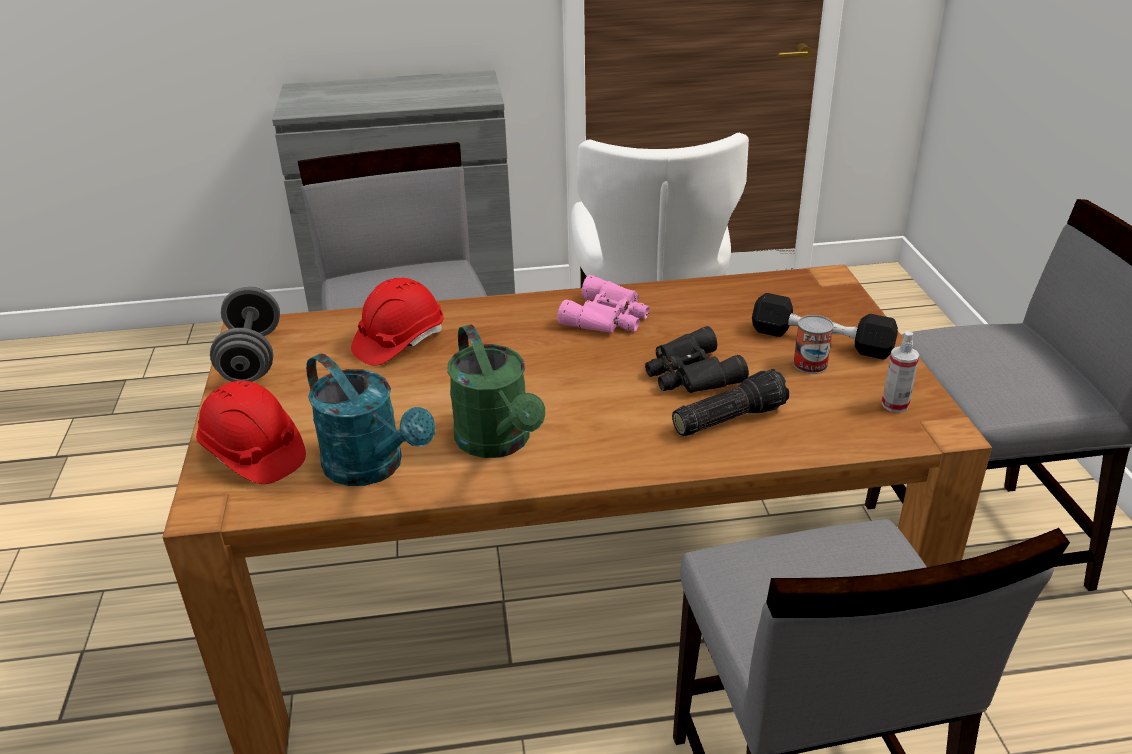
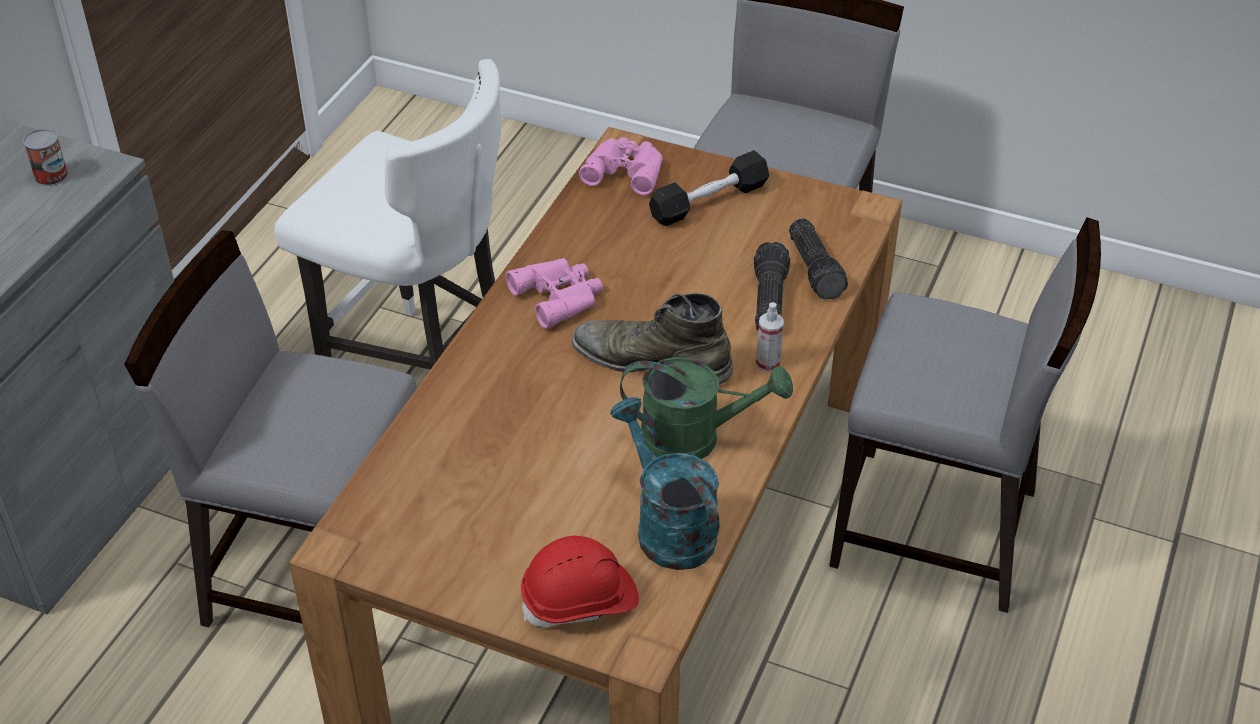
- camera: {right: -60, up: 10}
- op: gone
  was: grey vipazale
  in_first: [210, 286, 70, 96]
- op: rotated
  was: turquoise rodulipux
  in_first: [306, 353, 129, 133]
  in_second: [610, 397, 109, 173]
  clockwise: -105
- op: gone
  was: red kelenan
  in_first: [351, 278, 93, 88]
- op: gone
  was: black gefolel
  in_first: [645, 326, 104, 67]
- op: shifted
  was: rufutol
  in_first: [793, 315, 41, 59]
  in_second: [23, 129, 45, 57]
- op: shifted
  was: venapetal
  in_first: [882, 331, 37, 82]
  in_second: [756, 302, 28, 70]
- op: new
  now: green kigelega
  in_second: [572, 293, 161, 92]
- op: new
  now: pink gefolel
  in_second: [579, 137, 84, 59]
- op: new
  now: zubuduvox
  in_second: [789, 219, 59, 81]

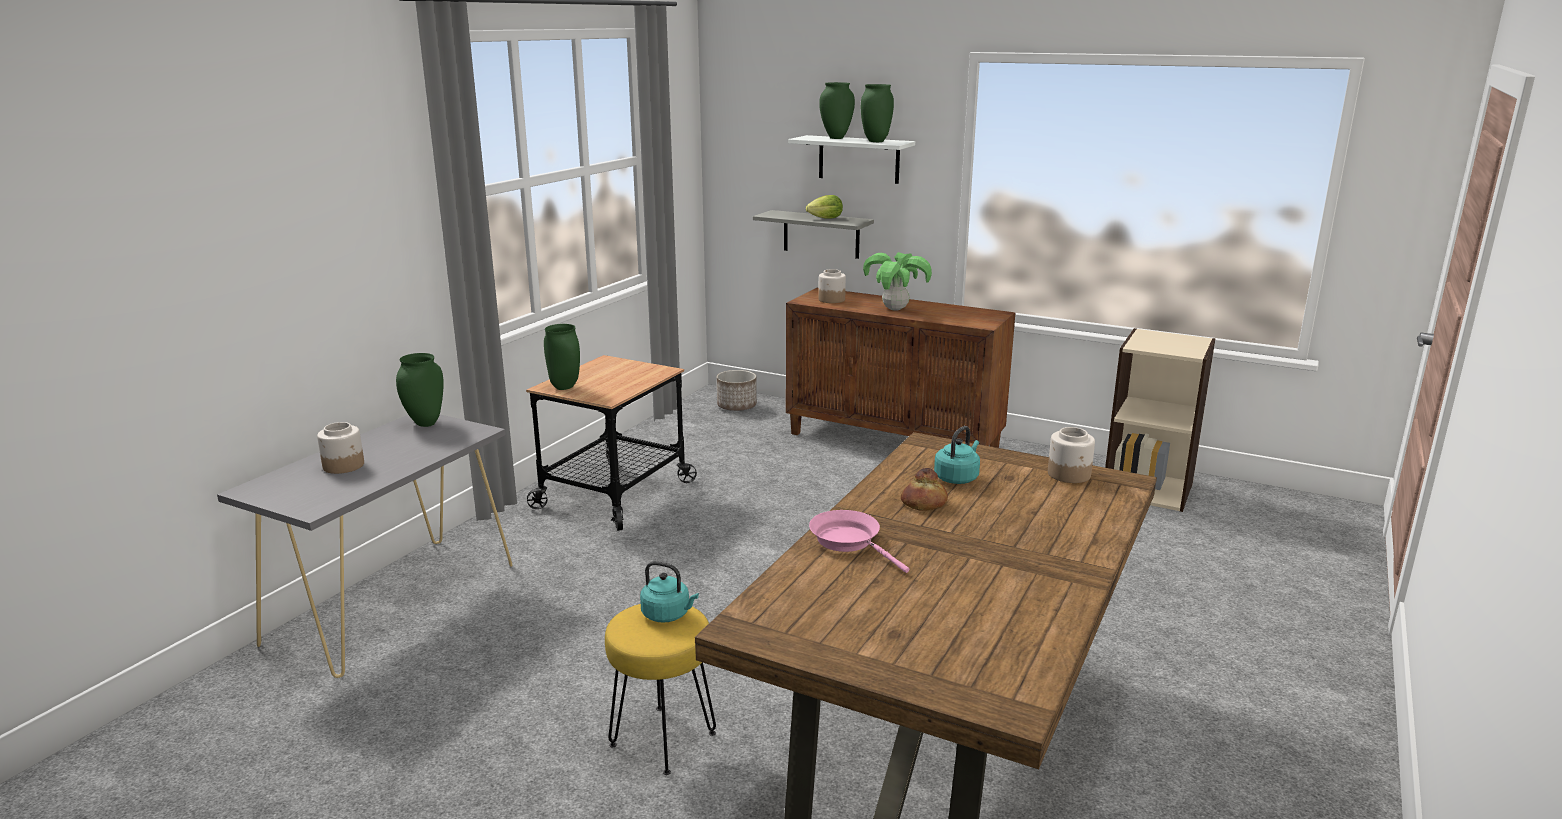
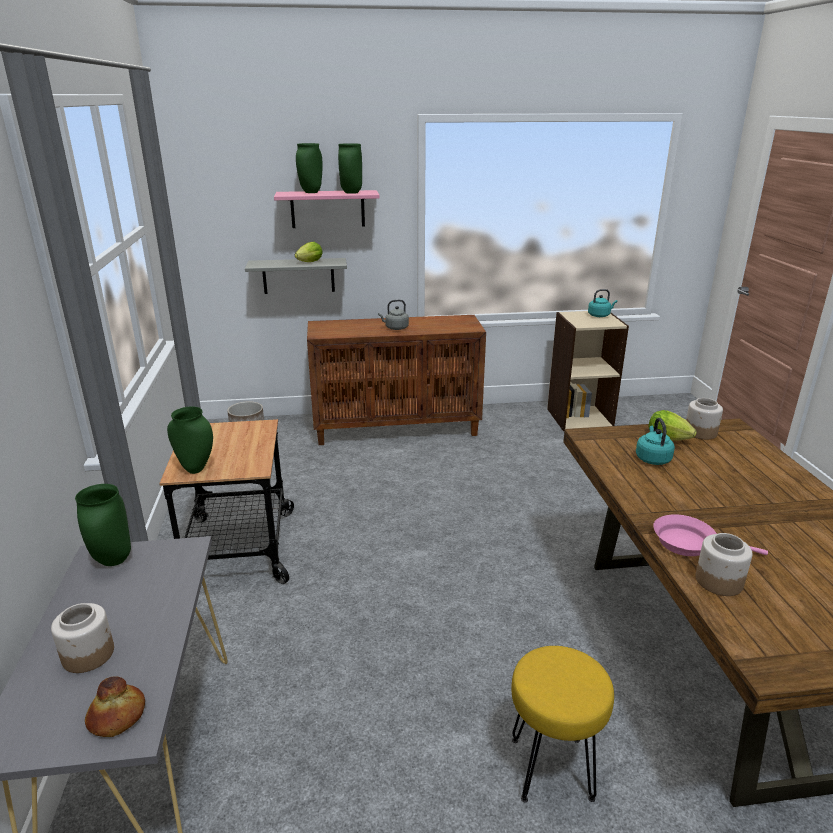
- camera: {right: -35, up: 5}
- op: shifted
  was: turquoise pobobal
  in_first: [640, 561, 59, 62]
  in_second: [588, 289, 29, 28]
- op: repainted
  was: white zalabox
  now: pink zalabox
  in_first: [788, 135, 127, 49]
  in_second: [274, 190, 106, 38]
- op: shifted
  was: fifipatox
  in_first: [818, 269, 28, 34]
  in_second: [695, 533, 57, 63]
- op: swapped
  was: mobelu
  now: grey pobobal
  in_first: [863, 252, 69, 59]
  in_second: [378, 300, 31, 30]
- op: shifted
  was: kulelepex
  in_first: [901, 468, 47, 43]
  in_second: [85, 676, 60, 61]
- op: new
  now: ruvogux
  in_second: [648, 410, 49, 31]

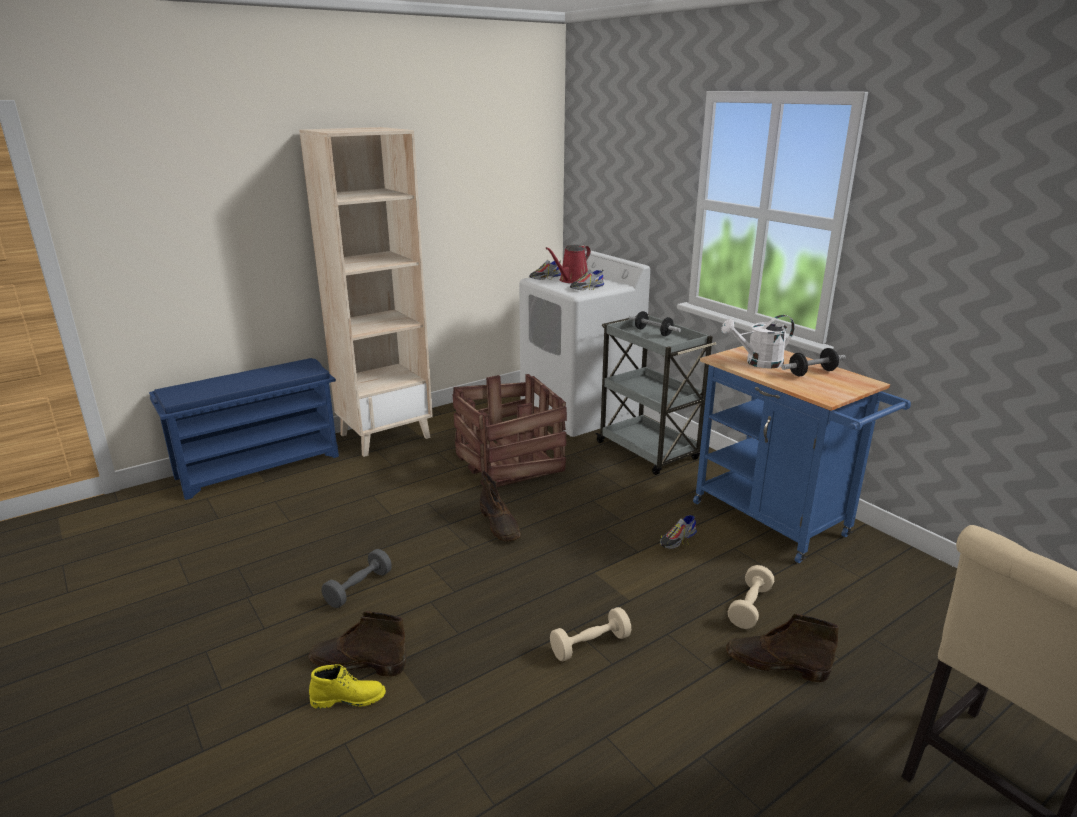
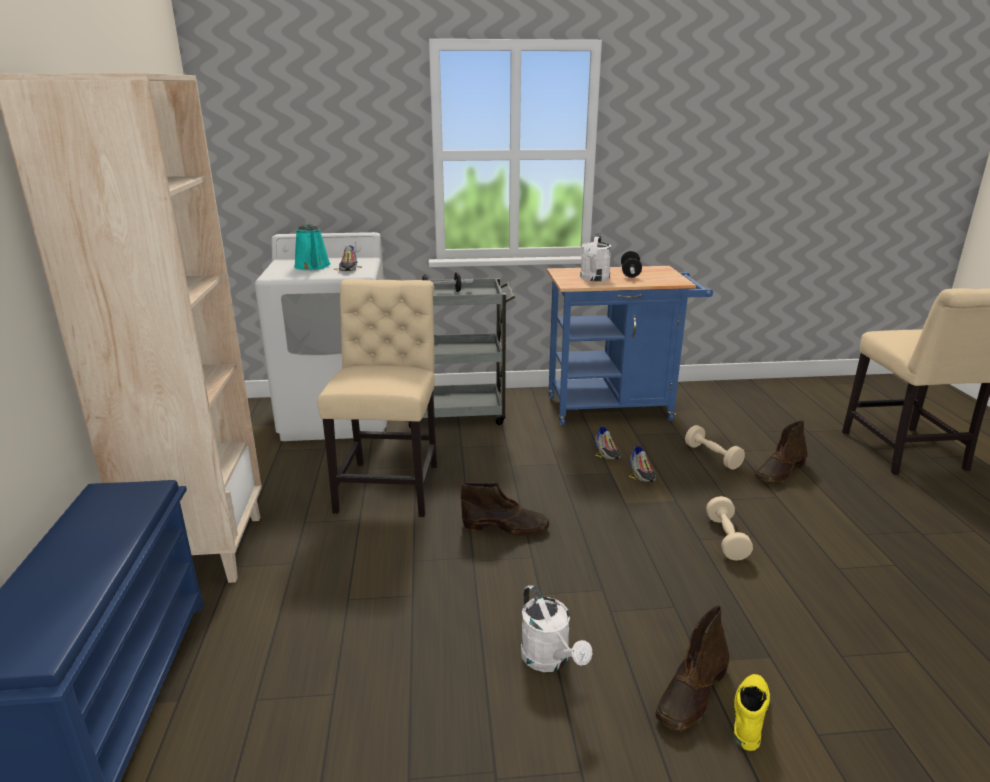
- camera: {right: -60, up: 0}
- op: swapped
  was: grey vipazale
  now: white rodulipux
  in_first: [322, 549, 70, 59]
  in_second: [521, 585, 71, 87]
- op: swapped
  was: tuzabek
  now: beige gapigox
  in_first: [452, 374, 115, 113]
  in_second: [317, 279, 120, 238]
- op: shifted
  was: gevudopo
  in_first: [529, 260, 32, 20]
  in_second: [629, 444, 27, 38]
- op: repainted
  was: red rodulipux
  now: turquoise rodulipux
  in_first: [546, 245, 45, 38]
  in_second: [294, 224, 37, 46]

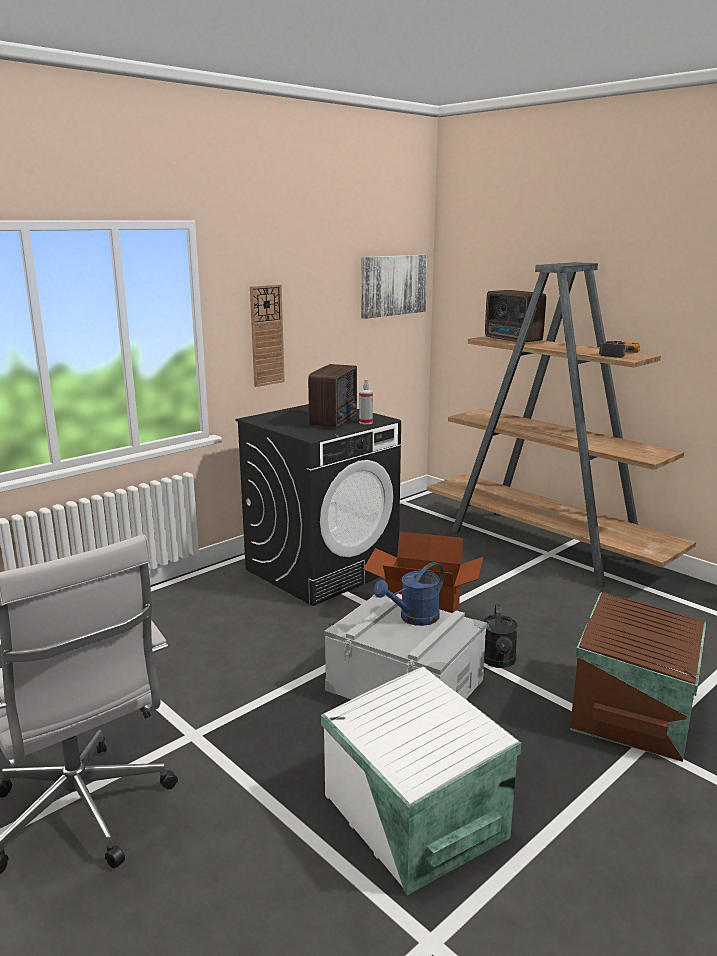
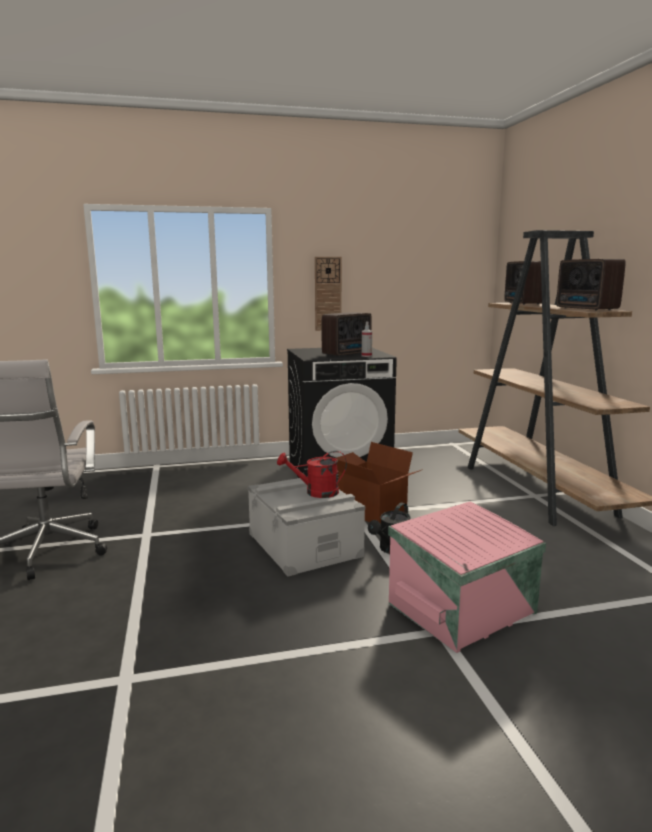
- camera: {right: 30, up: -5}
- op: gone
  was: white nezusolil
  in_first: [321, 666, 200, 229]
- op: gone
  was: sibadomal
  in_first: [361, 254, 66, 65]
- op: repainted
  was: blue rodulipux
  now: red rodulipux
  in_first: [374, 562, 70, 64]
  in_second: [277, 451, 70, 47]
- op: repainted
  was: brown nezusolil
  now: pink nezusolil
  in_first: [570, 592, 136, 170]
  in_second: [388, 501, 158, 152]
- op: swapped
  was: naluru
  now: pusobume
  in_first: [599, 341, 41, 17]
  in_second: [556, 259, 70, 52]

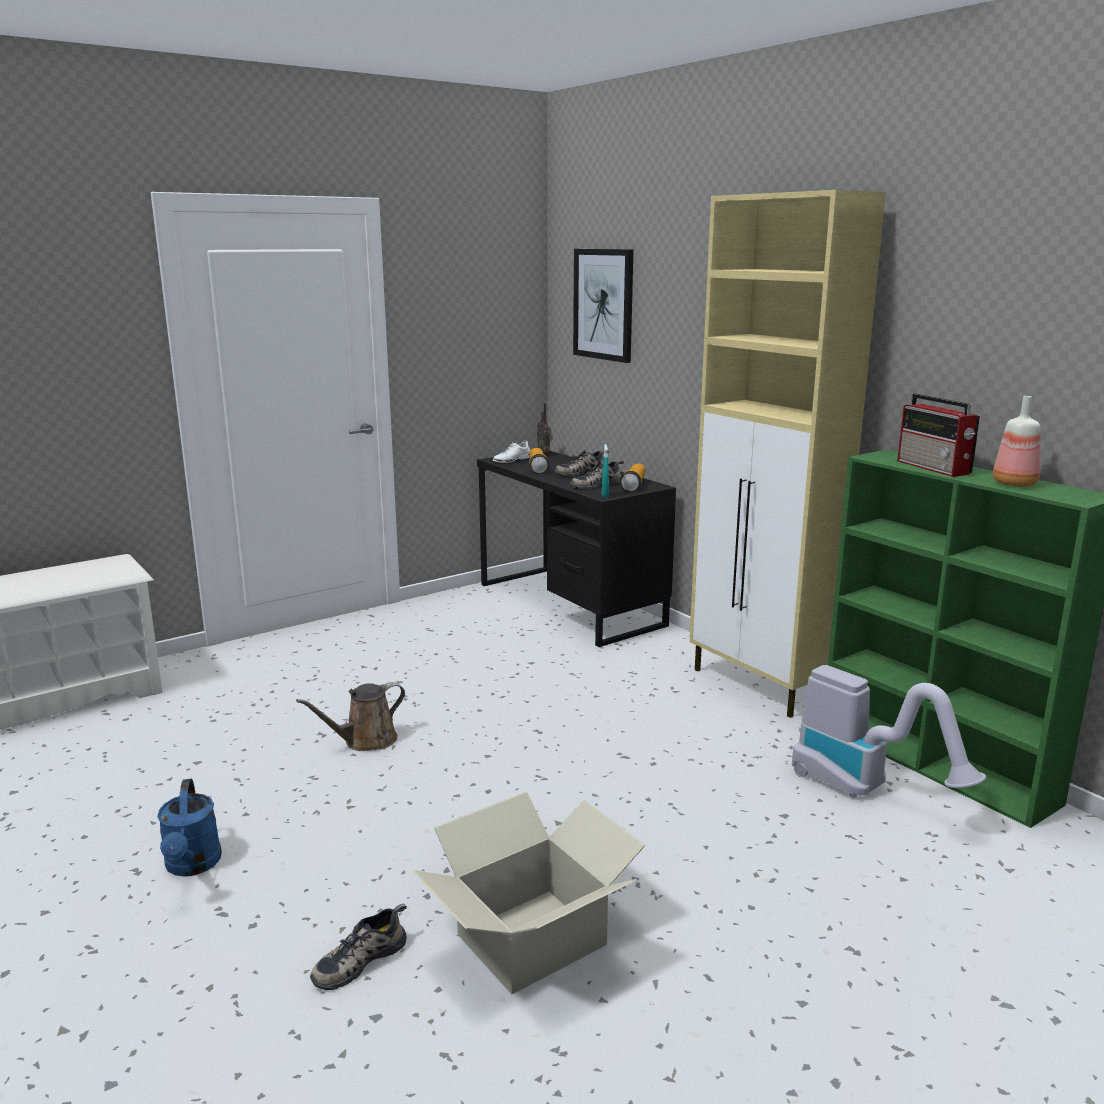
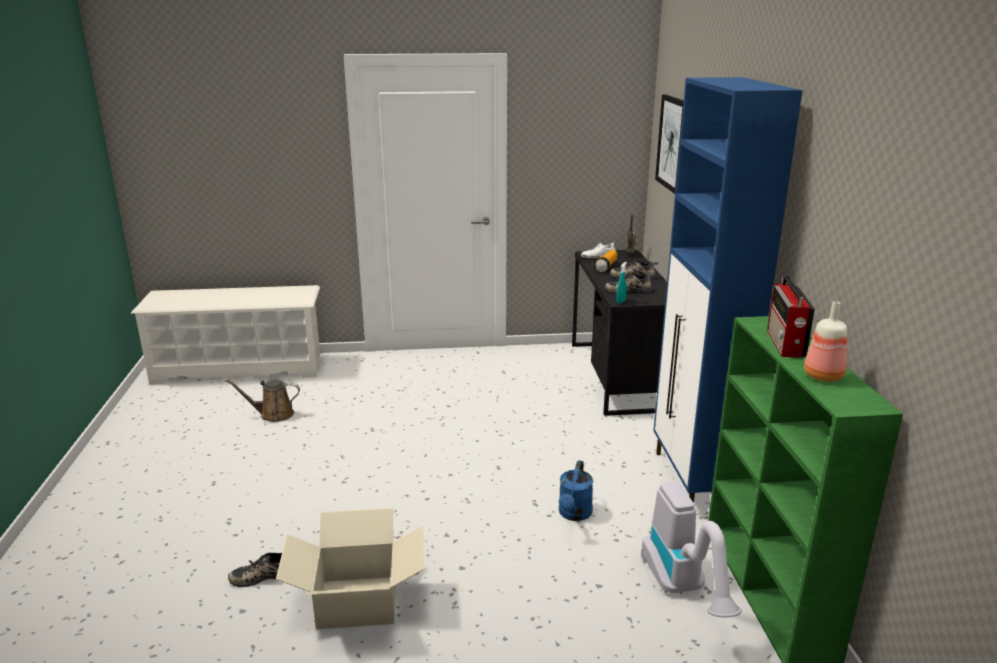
- camera: {right: 30, up: 5}
- op: shifted
  was: blue rodulipux
  in_first: [157, 779, 65, 98]
  in_second: [559, 460, 34, 61]
- op: shifted
  was: brown rodulipux
  in_first: [296, 682, 109, 69]
  in_second: [225, 380, 75, 42]
- op: gone
  was: zubuduvox
  in_first: [620, 464, 25, 28]
- op: repainted
  was: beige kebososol
  now: blue kebososol
  in_first: [689, 190, 197, 528]
  in_second: [653, 77, 150, 426]

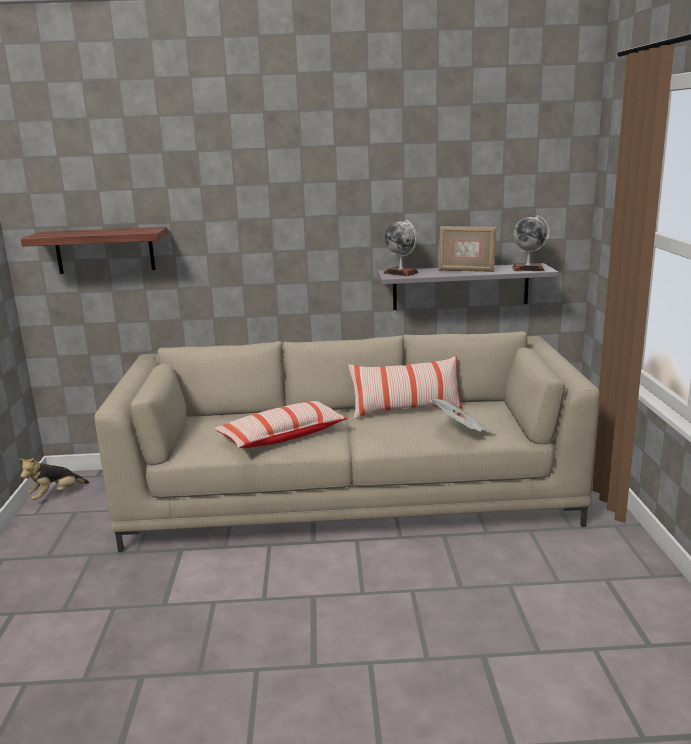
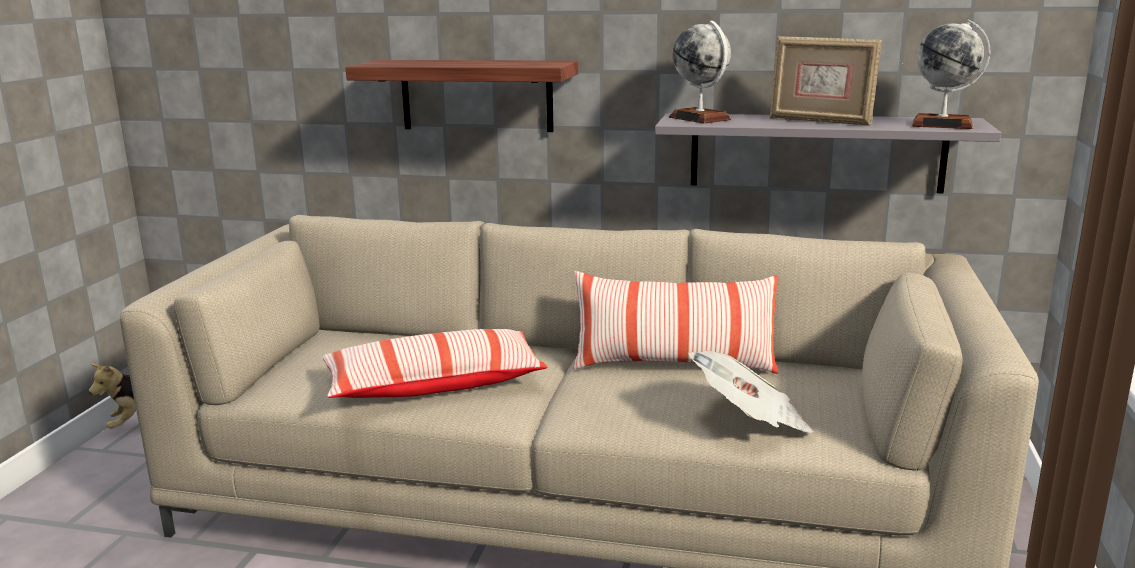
- camera: {right: 15, up: 0}
- op: shifted
  was: zalabox
  in_first: [21, 227, 146, 47]
  in_second: [345, 60, 233, 72]

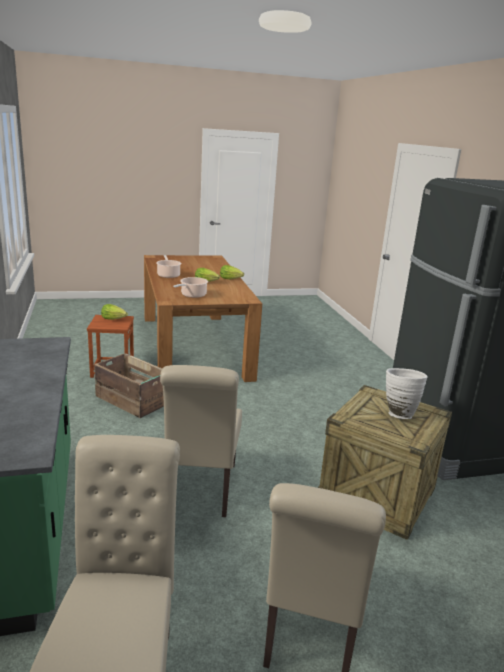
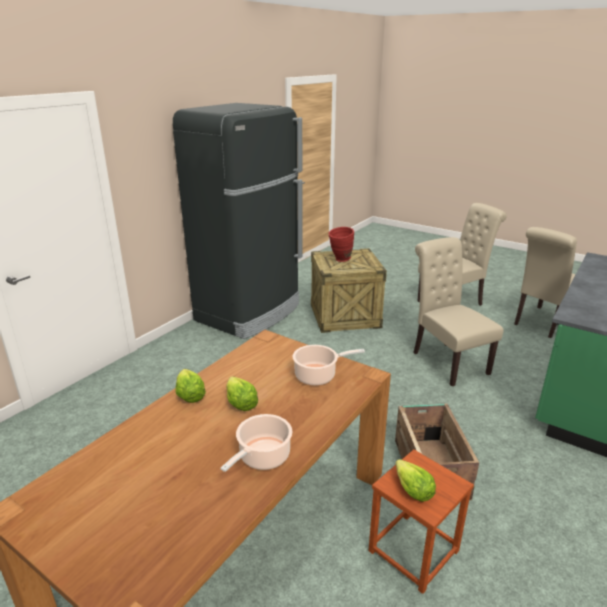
- camera: {right: -130, up: 5}
- op: rotated
  was: beige gapigox
  in_first: [160, 365, 82, 152]
  in_second: [413, 237, 90, 149]
  clockwise: -75
- op: repainted
  was: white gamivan
  now: red gamivan
  in_first: [386, 368, 42, 51]
  in_second: [328, 227, 26, 35]

